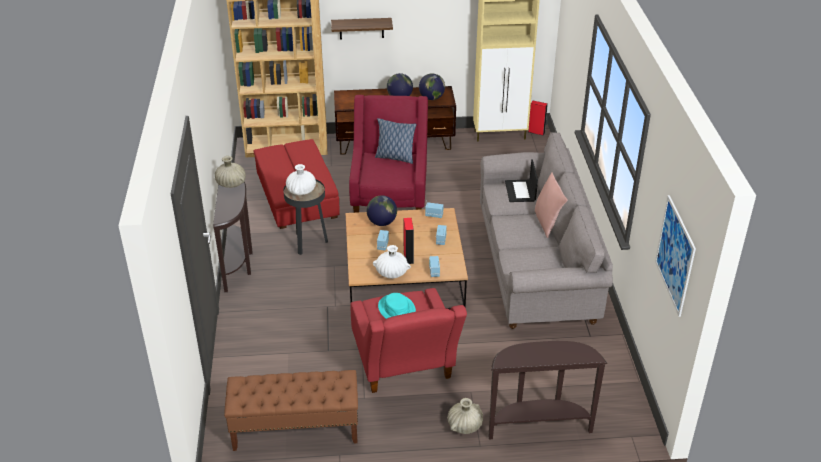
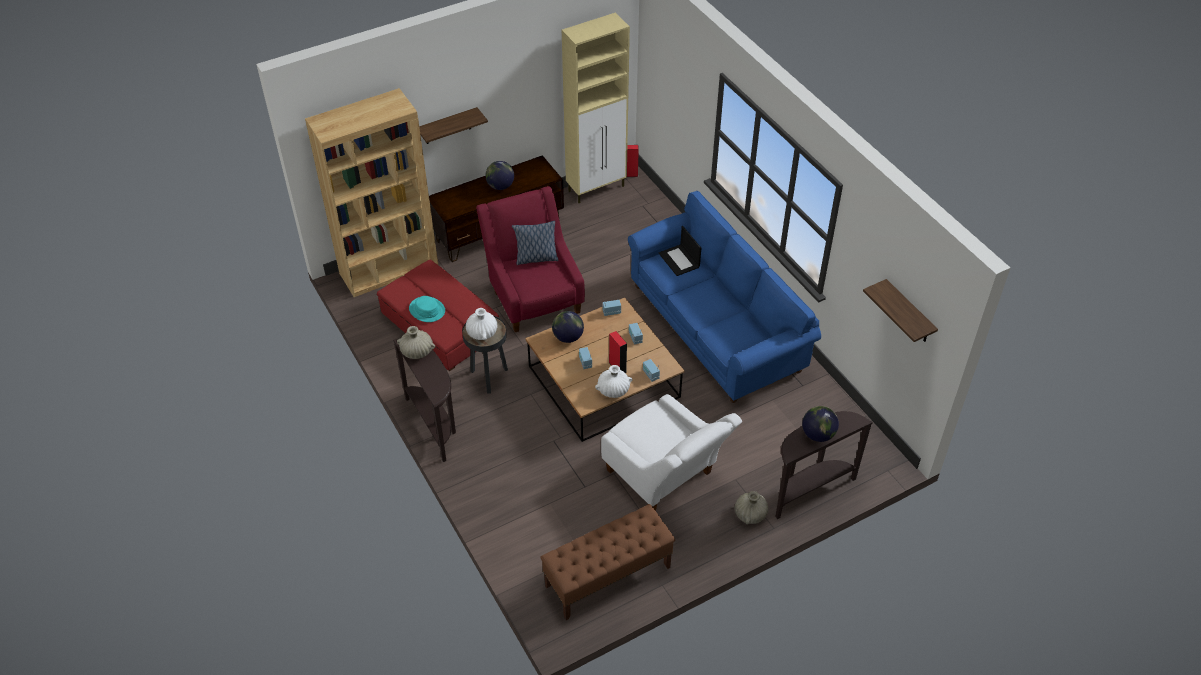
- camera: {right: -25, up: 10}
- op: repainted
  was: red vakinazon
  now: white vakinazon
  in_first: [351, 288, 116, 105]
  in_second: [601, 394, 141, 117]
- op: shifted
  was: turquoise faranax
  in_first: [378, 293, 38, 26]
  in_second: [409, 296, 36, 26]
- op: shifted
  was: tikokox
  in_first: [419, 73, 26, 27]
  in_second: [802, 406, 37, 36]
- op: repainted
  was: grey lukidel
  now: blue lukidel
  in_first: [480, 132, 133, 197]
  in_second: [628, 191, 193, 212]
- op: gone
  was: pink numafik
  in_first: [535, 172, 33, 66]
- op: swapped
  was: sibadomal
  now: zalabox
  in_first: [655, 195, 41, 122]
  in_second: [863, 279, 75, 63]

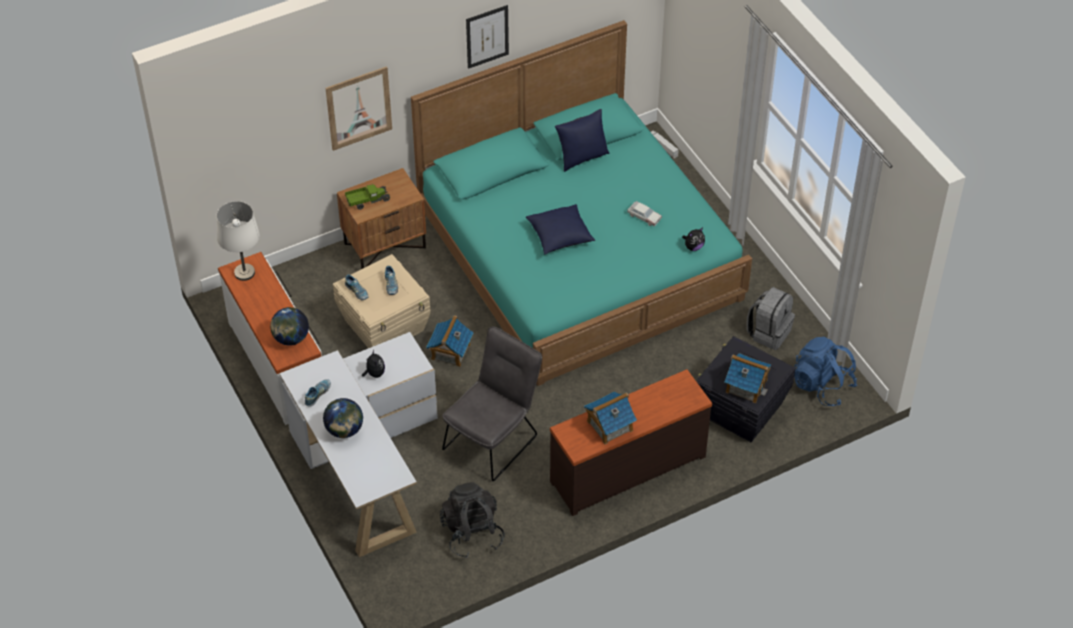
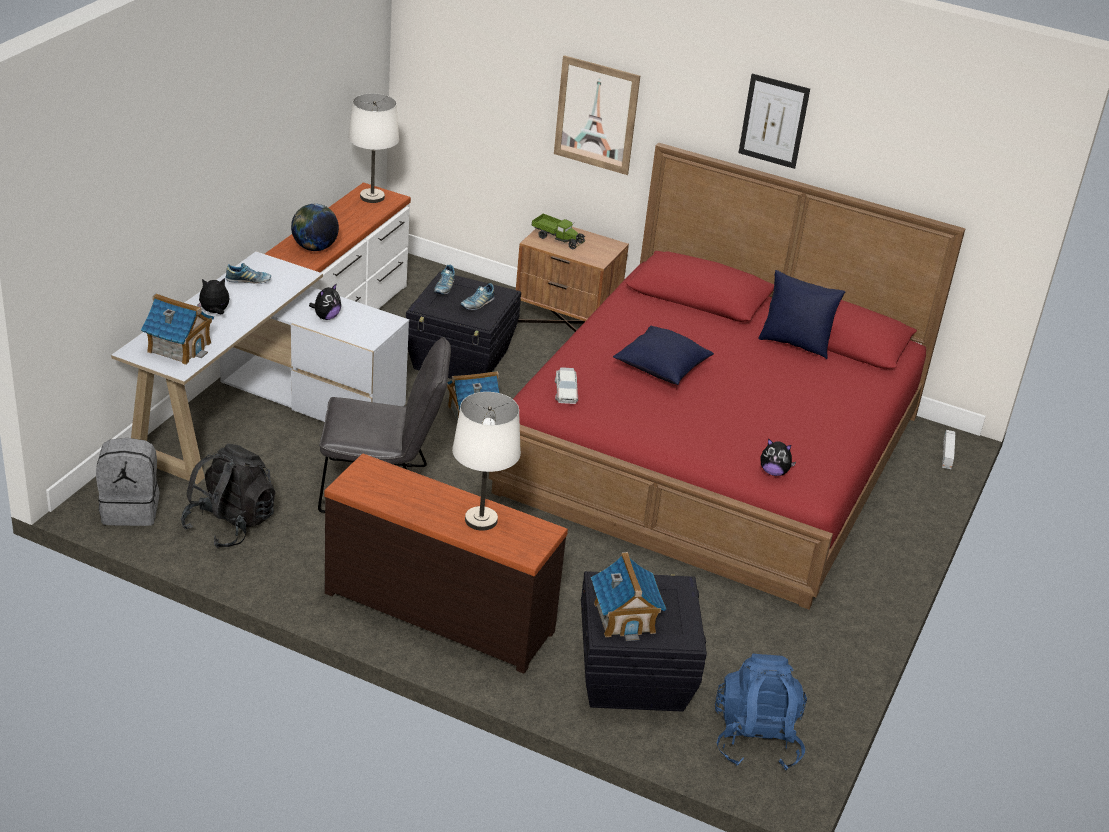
- camera: {right: 50, up: -15}
- op: swapped
  was: tikokox
  now: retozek
  in_first: [323, 398, 40, 40]
  in_second: [197, 278, 33, 37]
- op: repainted
  was: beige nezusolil
  now: black nezusolil
  in_first: [333, 254, 98, 94]
  in_second: [406, 272, 115, 107]
- op: repainted
  was: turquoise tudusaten
  now: red tudusaten
  in_first: [411, 20, 341, 366]
  in_second: [489, 143, 476, 466]
- op: shifted
  was: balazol
  in_first: [584, 392, 53, 52]
  in_second: [141, 294, 73, 71]
- op: shifted
  was: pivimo
  in_first: [627, 201, 35, 25]
  in_second: [555, 367, 23, 37]
- op: shifted
  was: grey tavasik
  in_first: [747, 287, 48, 63]
  in_second: [96, 438, 64, 88]
- op: new
  now: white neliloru
  in_second: [452, 392, 69, 139]

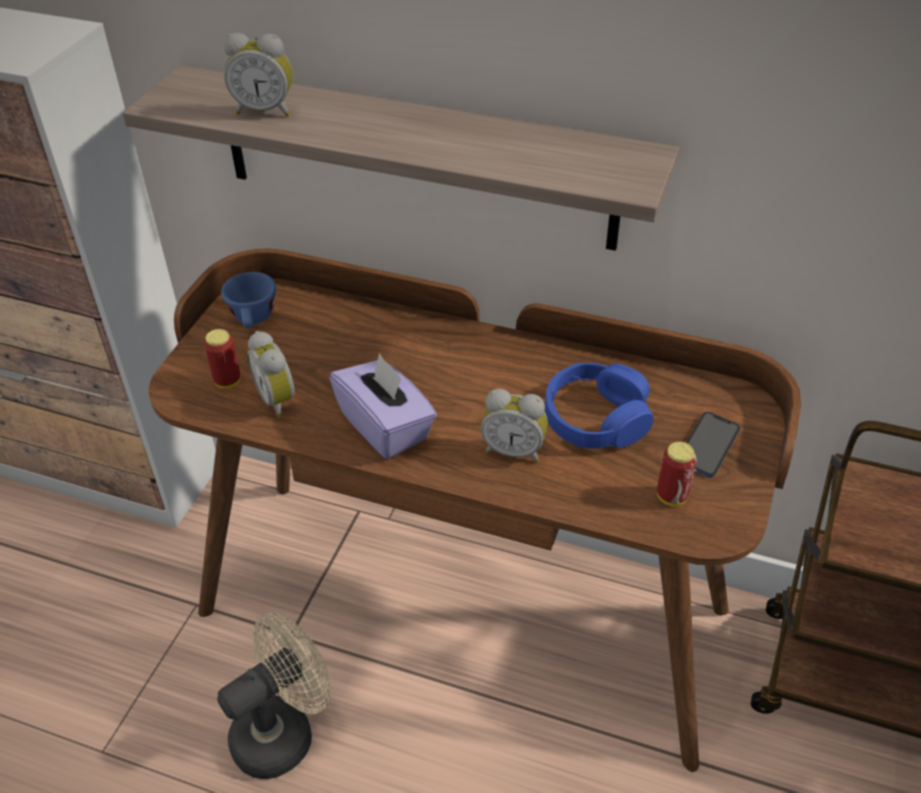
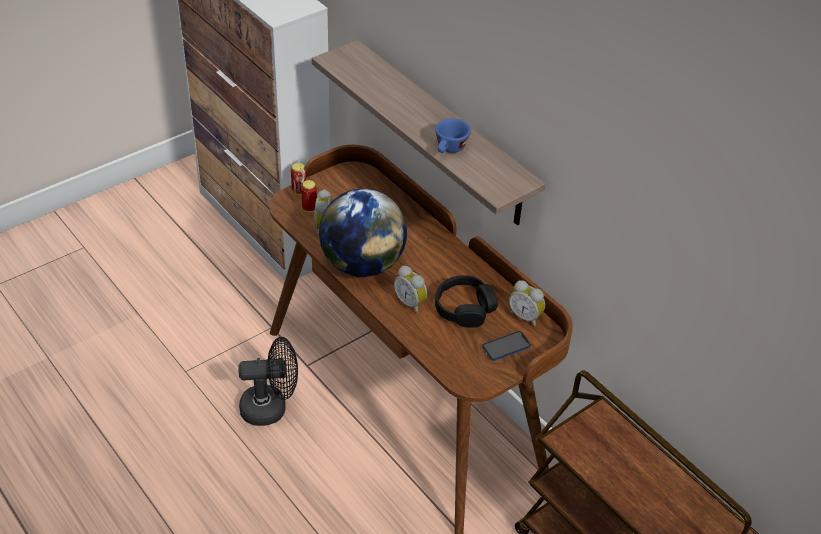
- camera: {right: 30, up: 0}
- op: repainted
  was: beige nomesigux
  now: black nomesigux
  in_first: [217, 613, 113, 166]
  in_second: [238, 337, 60, 89]
- op: shifted
  was: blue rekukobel
  in_first: [221, 272, 55, 56]
  in_second: [435, 118, 36, 35]
- op: shifted
  was: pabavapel
  in_first: [224, 33, 68, 83]
  in_second: [509, 280, 36, 47]
- op: swapped
  was: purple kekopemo
  now: tikokox
  in_first: [329, 353, 108, 106]
  in_second: [319, 189, 88, 88]
- op: repainted
  was: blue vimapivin
  now: black vimapivin
  in_first: [545, 363, 109, 86]
  in_second: [435, 275, 63, 53]
- op: shifted
  was: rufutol
  in_first: [657, 442, 40, 64]
  in_second: [291, 163, 15, 32]

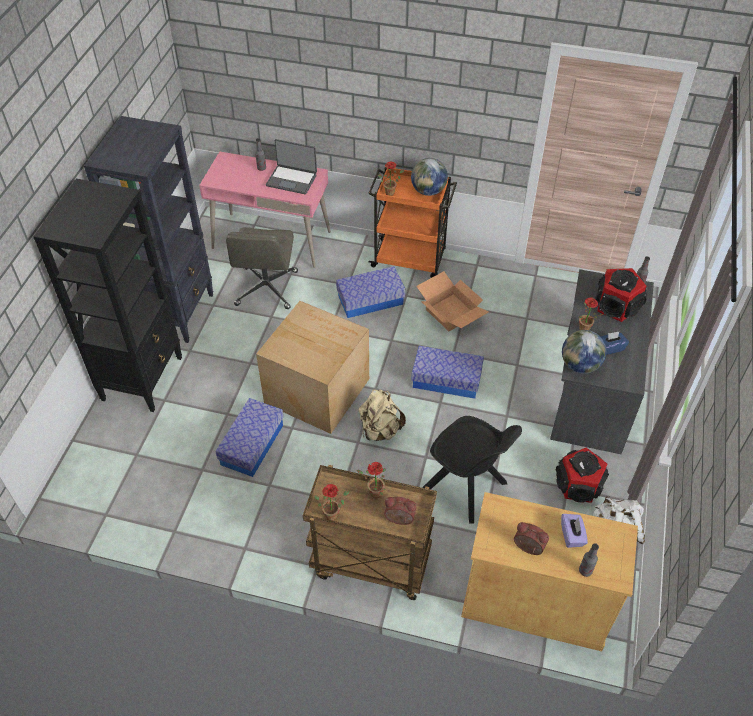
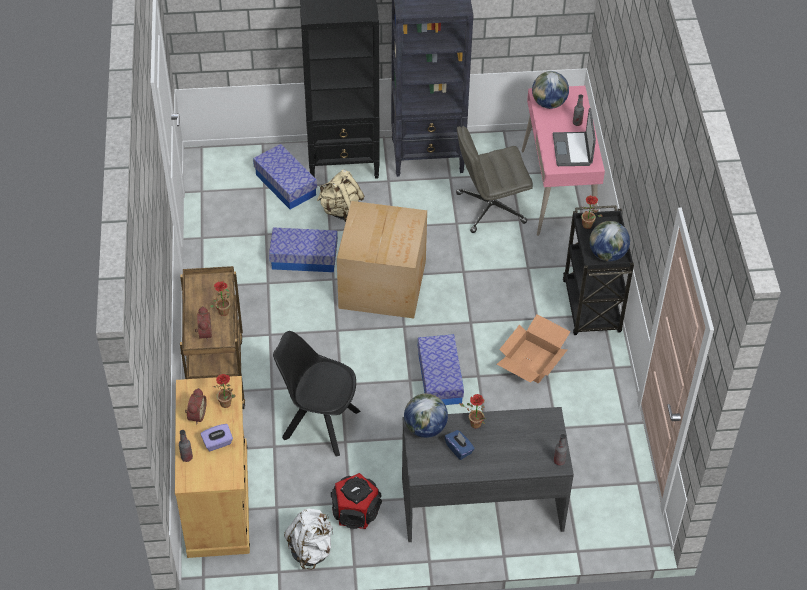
- camera: {right: 70, up: 0}
- op: shifted
  was: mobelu
  in_first: [314, 484, 35, 37]
  in_second: [213, 374, 23, 34]
- op: shifted
  was: nezusolil
  in_first: [336, 266, 69, 52]
  in_second: [253, 144, 64, 65]
- op: shifted
  was: beige tavasik
  in_first: [358, 390, 48, 51]
  in_second: [317, 170, 48, 52]
- op: repainted
  was: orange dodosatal
  now: black dodosatal
  in_first: [368, 167, 89, 111]
  in_second: [563, 205, 71, 130]
- op: rotated
  was: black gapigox
  in_first: [422, 416, 100, 108]
  in_second: [273, 331, 87, 125]
  clockwise: 90
- op: gone
  was: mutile
  in_first: [595, 268, 52, 54]
- op: new
  now: tikokox
  in_second: [532, 71, 37, 38]

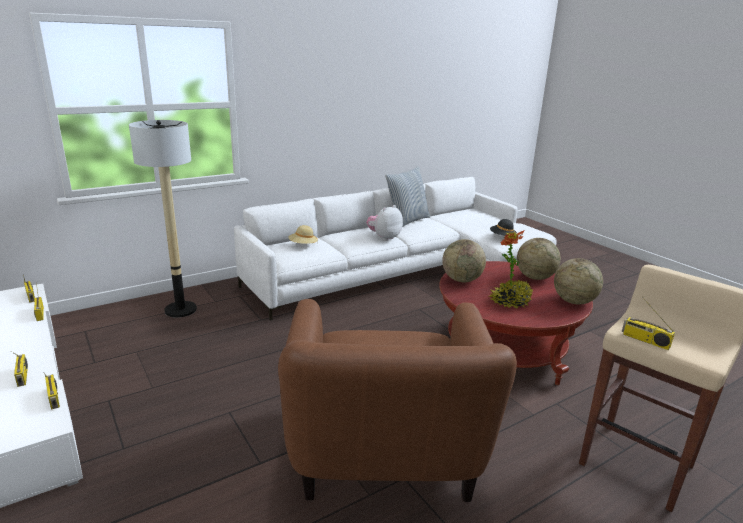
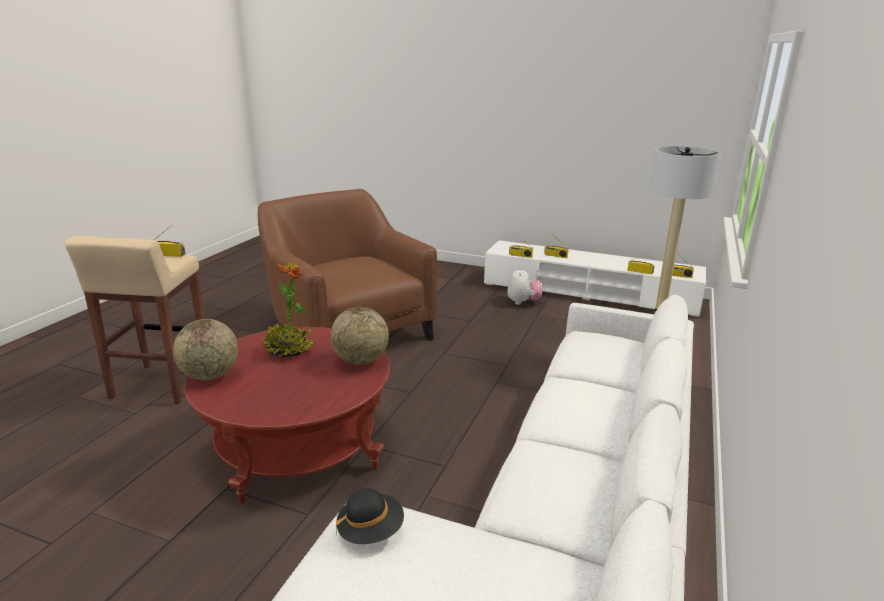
- camera: {right: 145, up: 0}
- op: gone
  was: beige faranax
  in_first: [289, 225, 29, 19]
- op: shifted
  was: retozek
  in_first: [366, 205, 37, 36]
  in_second: [507, 267, 35, 38]
- op: gone
  was: numafik
  in_first: [385, 166, 45, 60]
- op: gone
  was: tikokox
  in_first: [517, 238, 44, 42]

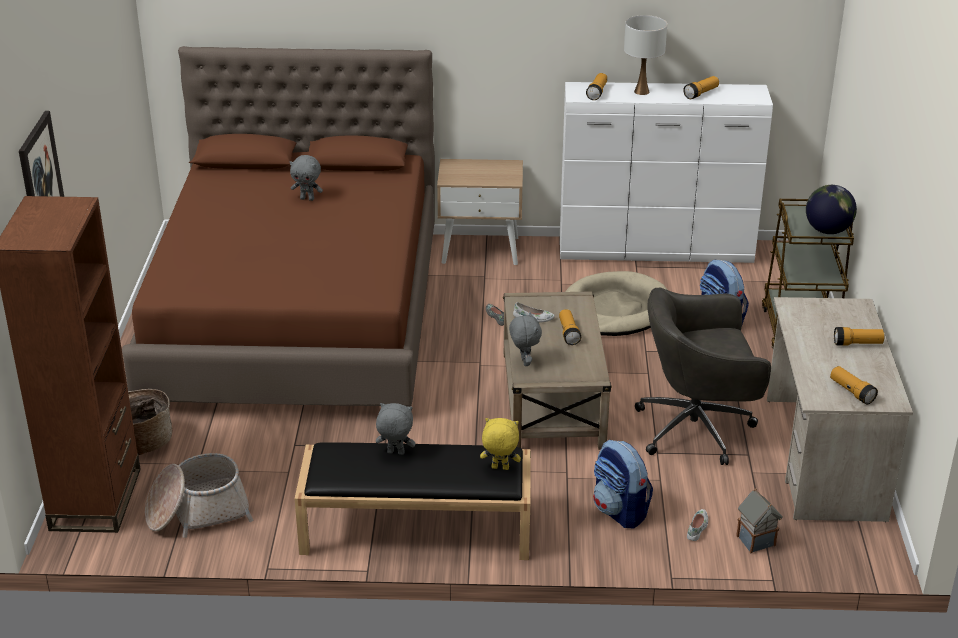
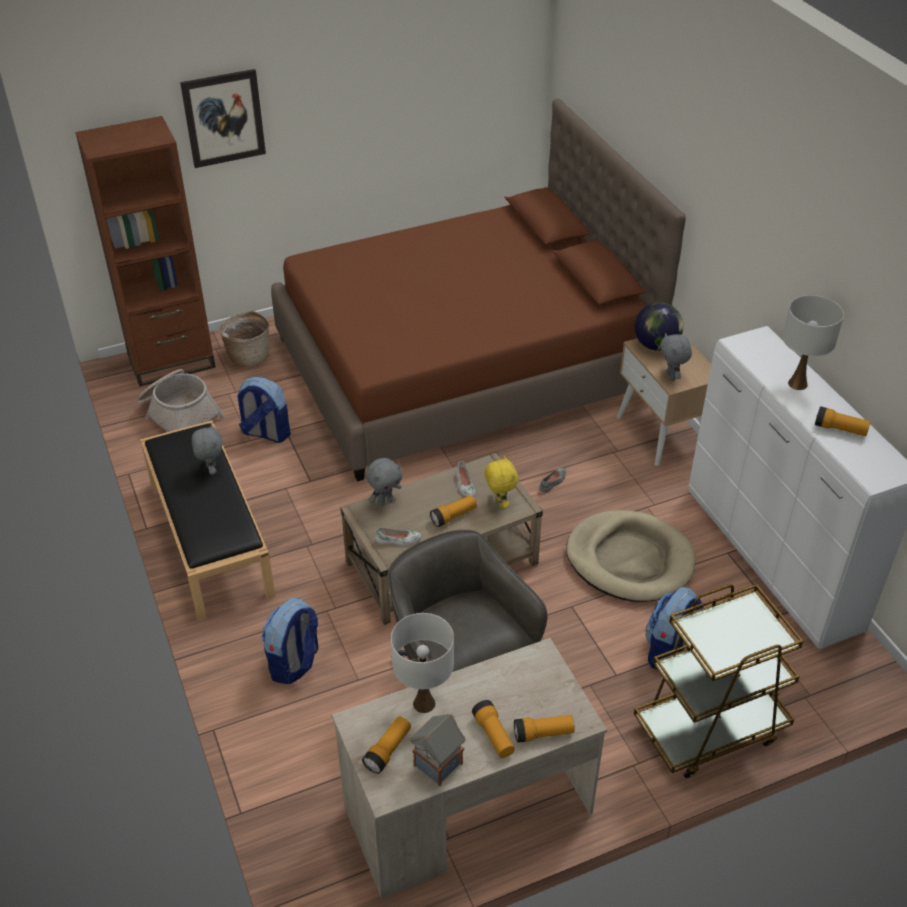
- camera: {right: 65, up: 10}
- op: shifted
  was: grey retozek
  in_first: [290, 155, 33, 46]
  in_second: [660, 333, 32, 48]
- op: shifted
  was: yellow retozek
  in_first: [480, 418, 41, 52]
  in_second: [484, 455, 34, 53]
- op: shifted
  was: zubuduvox
  in_first: [586, 73, 21, 27]
  in_second: [514, 715, 61, 28]
- op: shifted
  was: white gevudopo
  in_first: [687, 509, 21, 32]
  in_second: [375, 527, 46, 19]
- op: shifted
  was: balazol
  in_first: [736, 489, 47, 64]
  in_second: [410, 714, 55, 72]
- op: shifted
  was: tikokox
  in_first: [806, 185, 51, 49]
  in_second: [635, 302, 48, 49]
- op: new
  now: tavasik
  in_second: [237, 377, 54, 66]
- op: new
  now: white neliloru
  in_second: [391, 613, 63, 100]

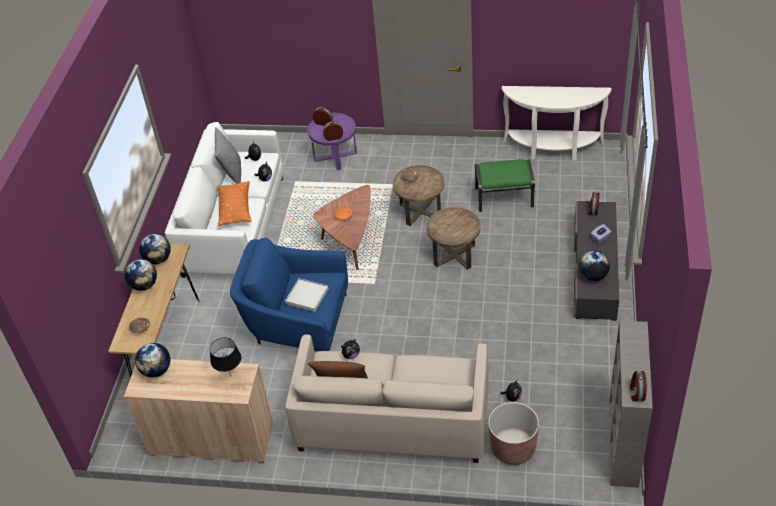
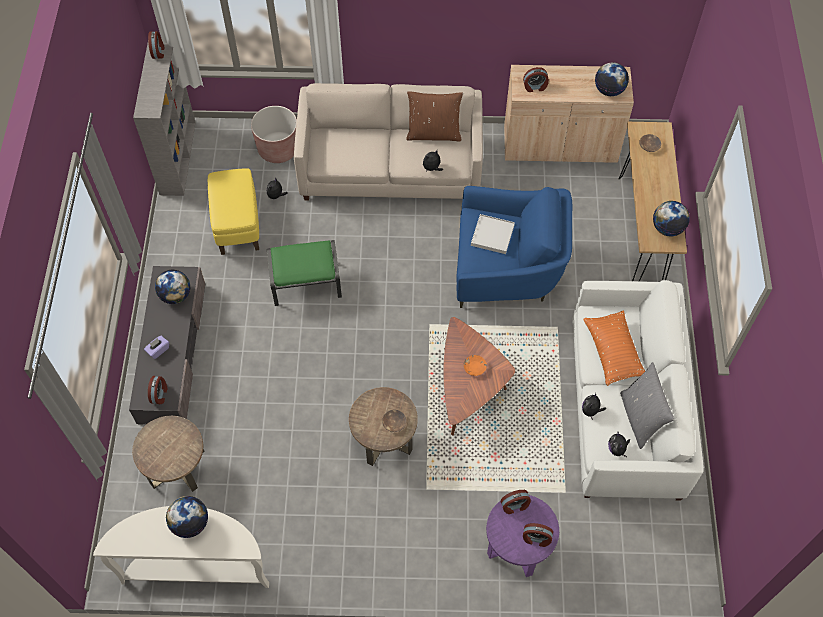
- camera: {right: 170, up: 15}
- op: shifted
  was: tikokox
  in_first: [125, 259, 32, 32]
  in_second: [166, 496, 42, 42]
- op: swapped
  was: black neliloru
  now: pabavapel
  in_first: [210, 337, 31, 39]
  in_second: [523, 67, 26, 25]
- op: shifted
  was: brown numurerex
  in_first: [427, 207, 54, 63]
  in_second: [132, 416, 73, 76]
- op: shifted
  was: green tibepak
  in_first: [475, 159, 60, 53]
  in_second: [267, 240, 75, 66]
- op: new
  now: yellow tibepak
  in_second: [208, 168, 51, 87]

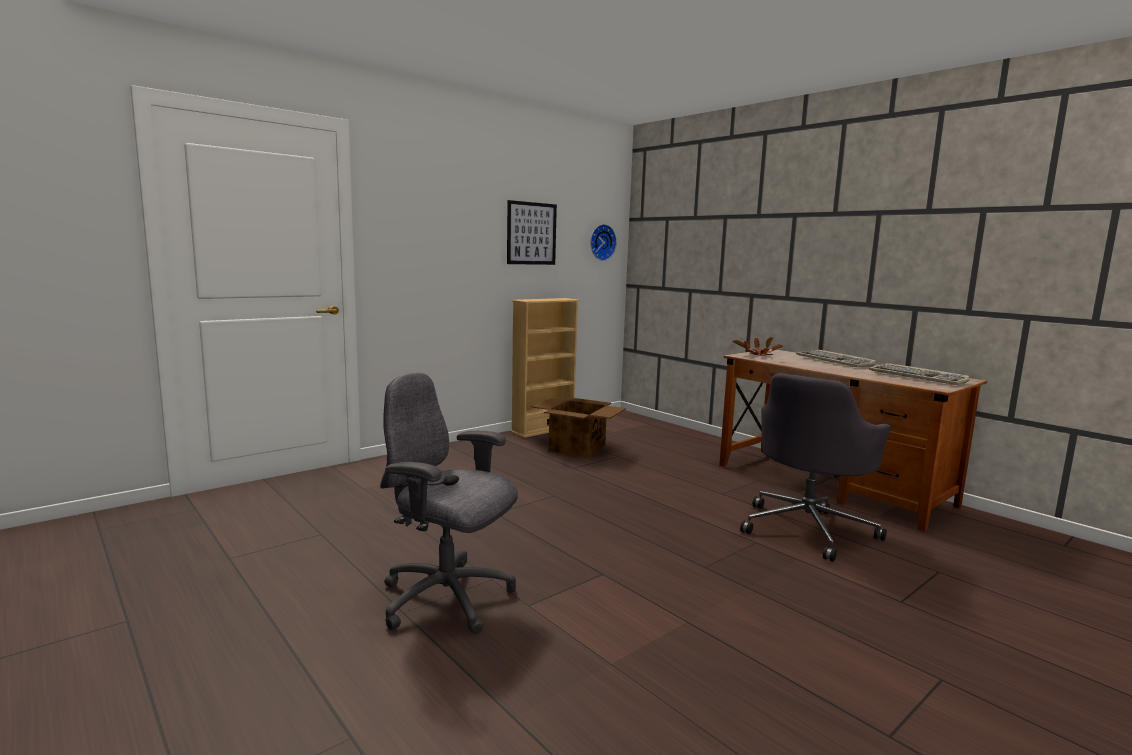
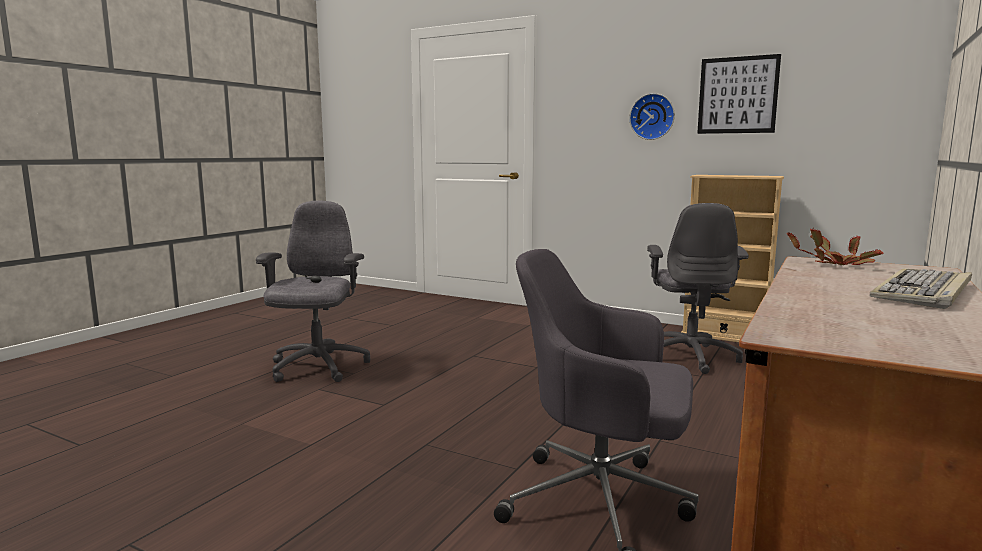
- camera: {right: 70, up: 0}
- op: swapped
  was: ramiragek
  now: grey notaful
  in_first: [532, 398, 94, 60]
  in_second: [647, 203, 102, 171]
- op: shifted
  was: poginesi
  in_first: [590, 224, 27, 37]
  in_second: [629, 93, 46, 47]
- op: gone
  was: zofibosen
  in_first: [869, 363, 101, 22]

